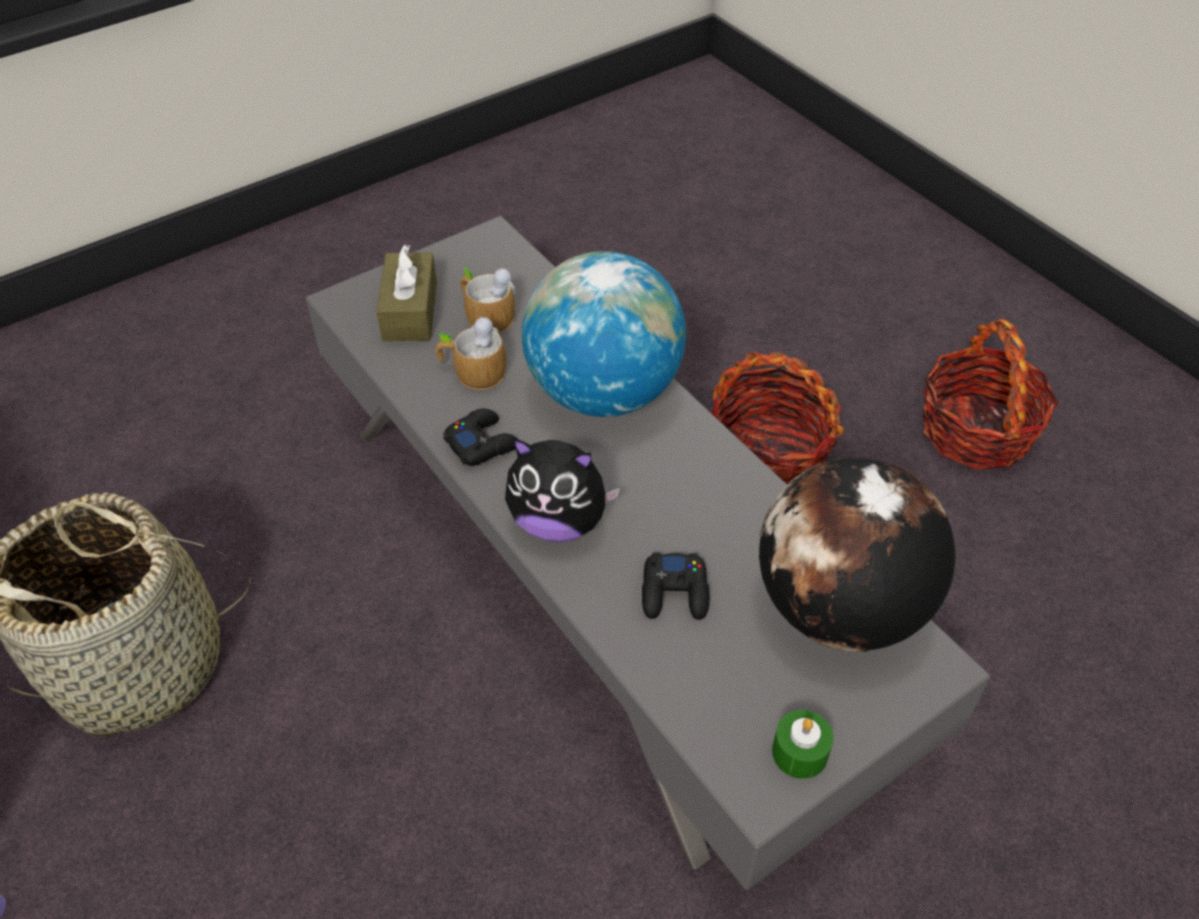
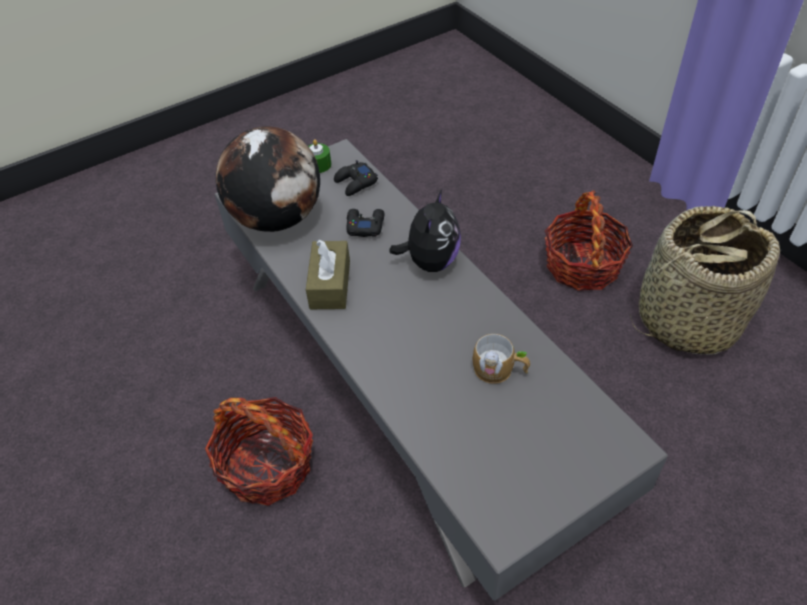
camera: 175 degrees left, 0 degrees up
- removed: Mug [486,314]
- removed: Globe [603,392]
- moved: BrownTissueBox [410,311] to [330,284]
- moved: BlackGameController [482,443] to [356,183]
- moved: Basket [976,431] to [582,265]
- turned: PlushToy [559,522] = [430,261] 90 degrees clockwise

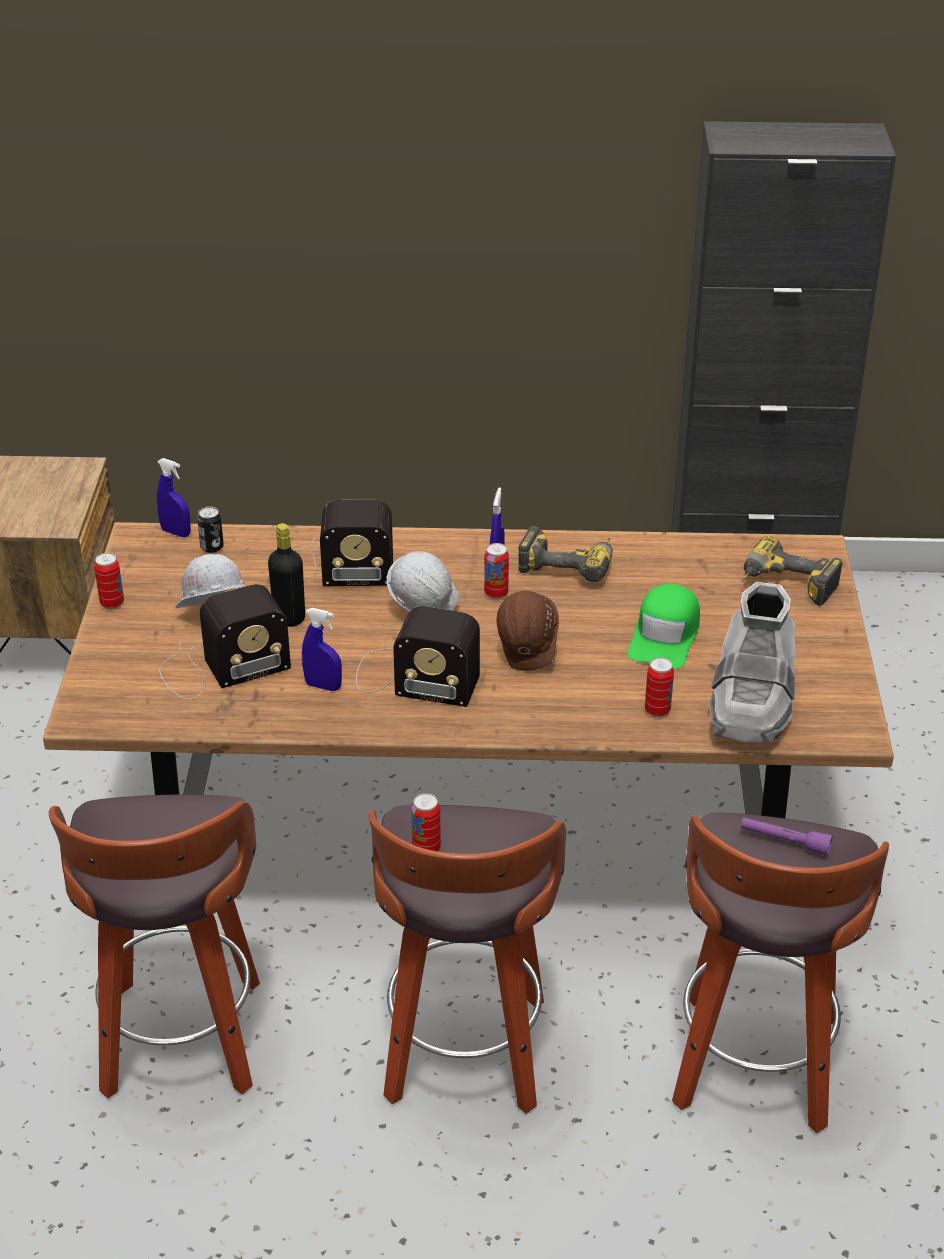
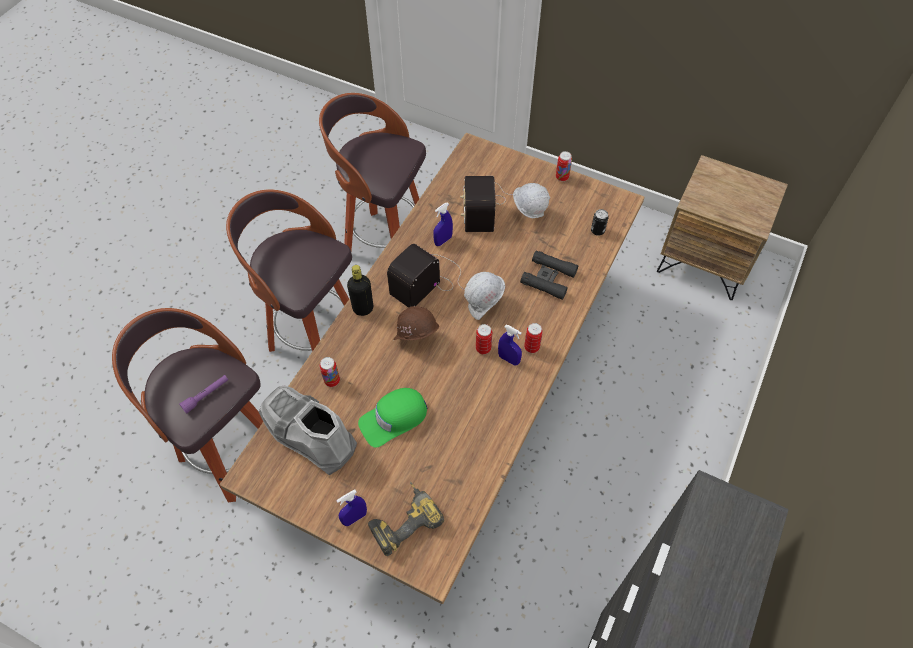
camera: 115 degrees right, 20 degrees up
- removed: PowerDrill [568,564]
- moved: BlueSprayBottle [176,532] to [354,518]
- moved: BlackBottle [289,618] to [363,308]
- moved: Can [426,848] to [531,347]
- replaced: Radio [332,569] to BlackBinoculars [548,278]
- turned: GreenCap [665,636] = [393,419] 75 degrees counterclockwise

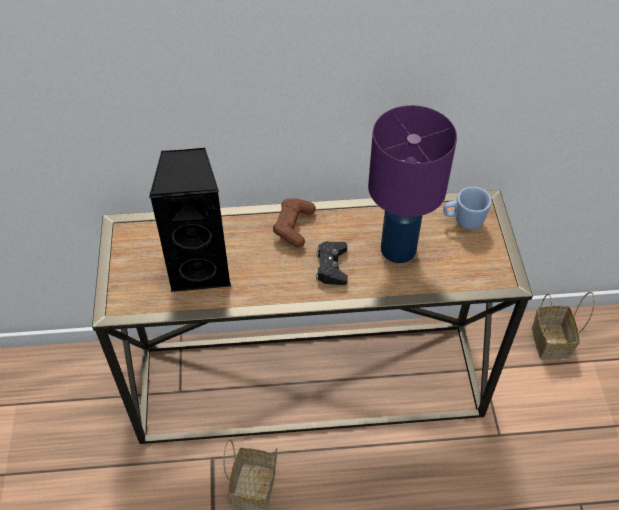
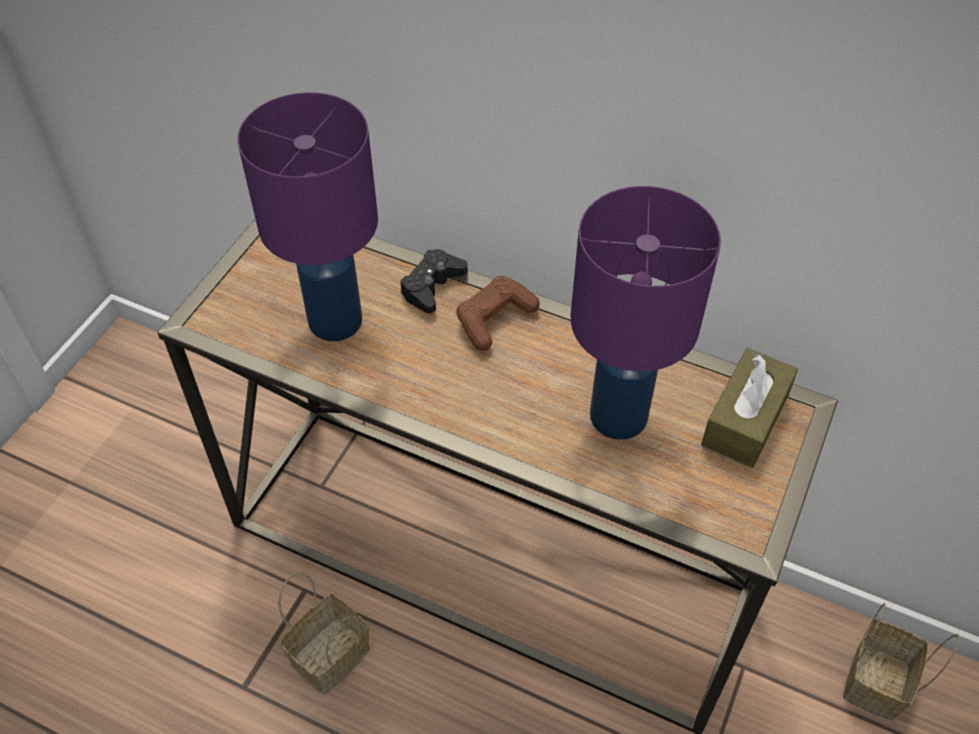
camera: 30 degrees right, 0 degrees up
- moved: BlackGameController [331,267] to [432,286]
- replaced: BlackSpeaker [201,268] to PurpleTableLamp [337,320]
- replaced: BlueMug [463,221] to BrownTissueBox [745,420]

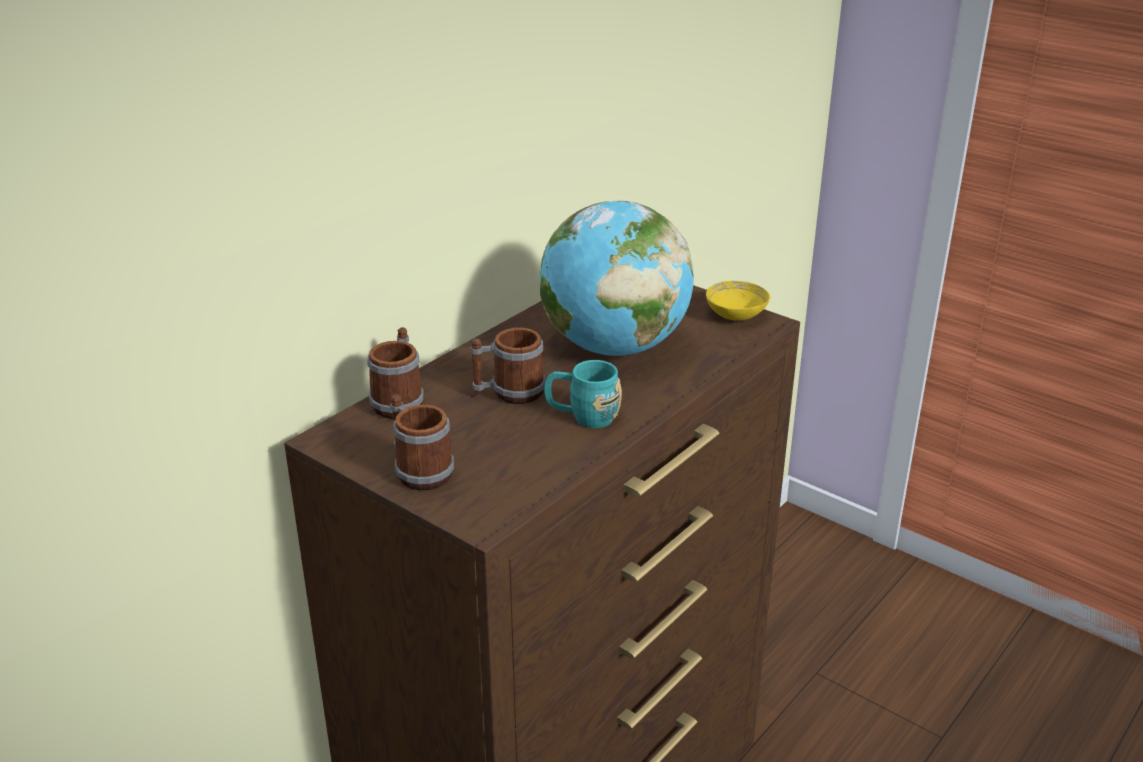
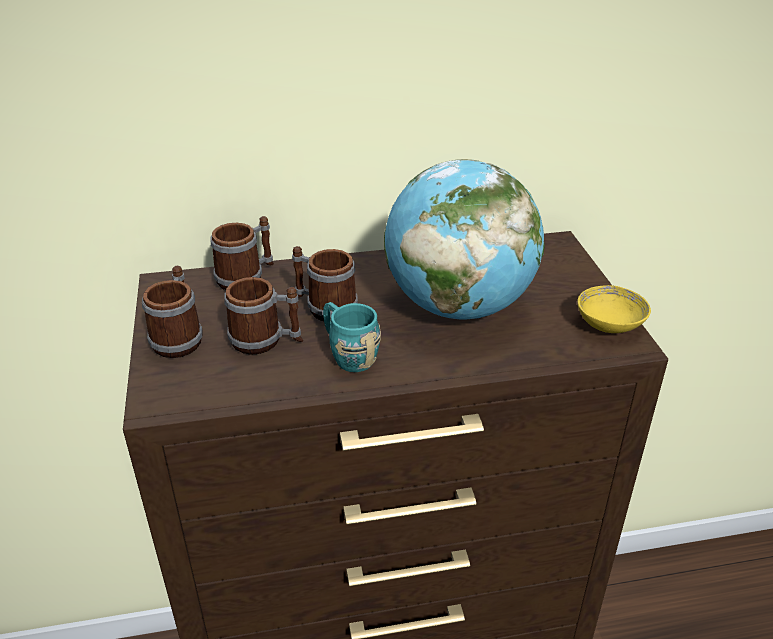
camera: 40 degrees right, 5 degrees up
- added: Mug [266,341]

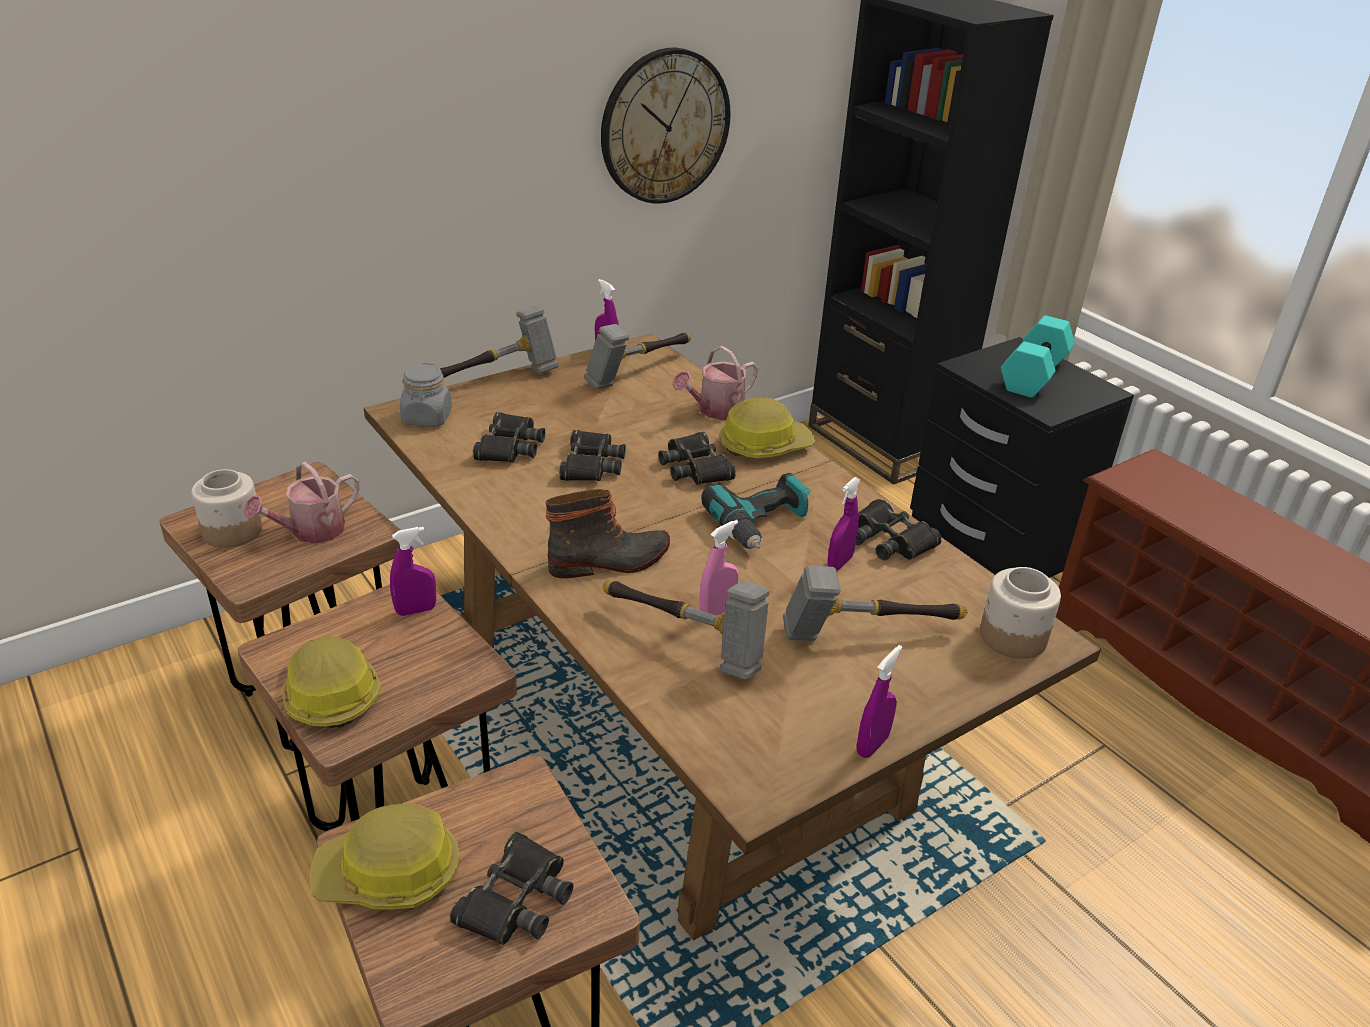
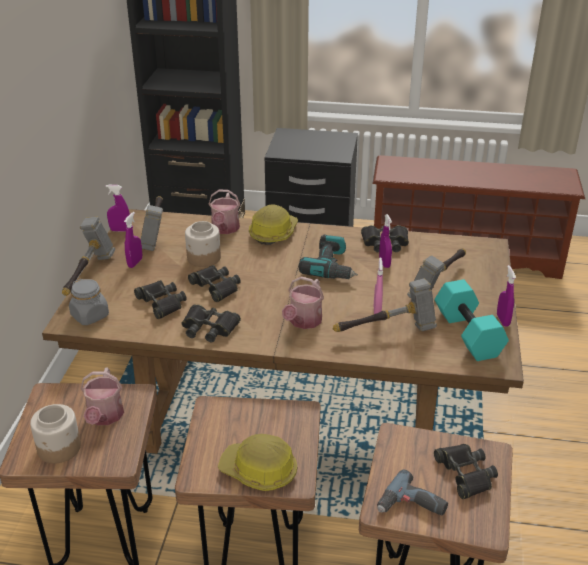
camera: 45 degrees left, 0 degrees up
- removed: WallClock [665,126]
- moved: PurpleSprayBottle [416,610] to [135,263]
- moved: BlackBinoculars [695,467] to [209,328]
- moved: Jar [1012,637] to [203,258]
- moved: TurquoiseDumbbell [1032,374] to [466,333]
- replaced: HardHat [389,875] to PowerDrill [412,507]
- replaced: Boot [610,562] to WateringCan [303,322]

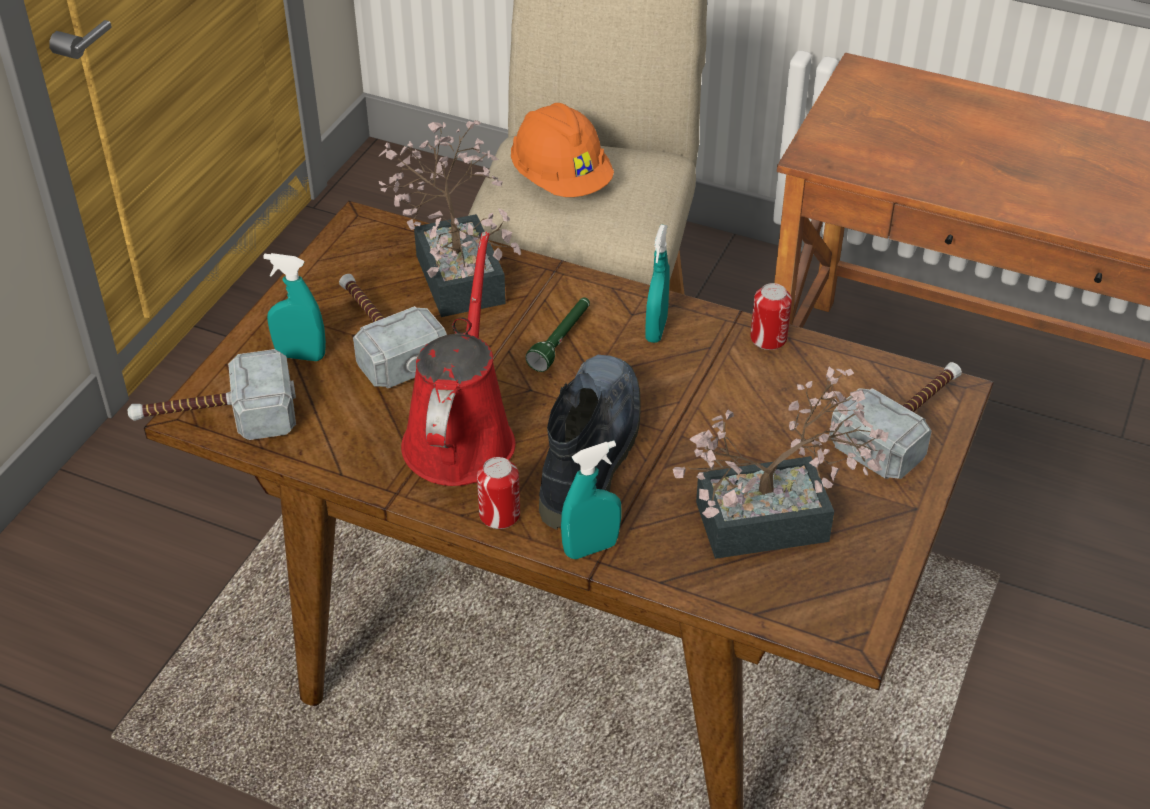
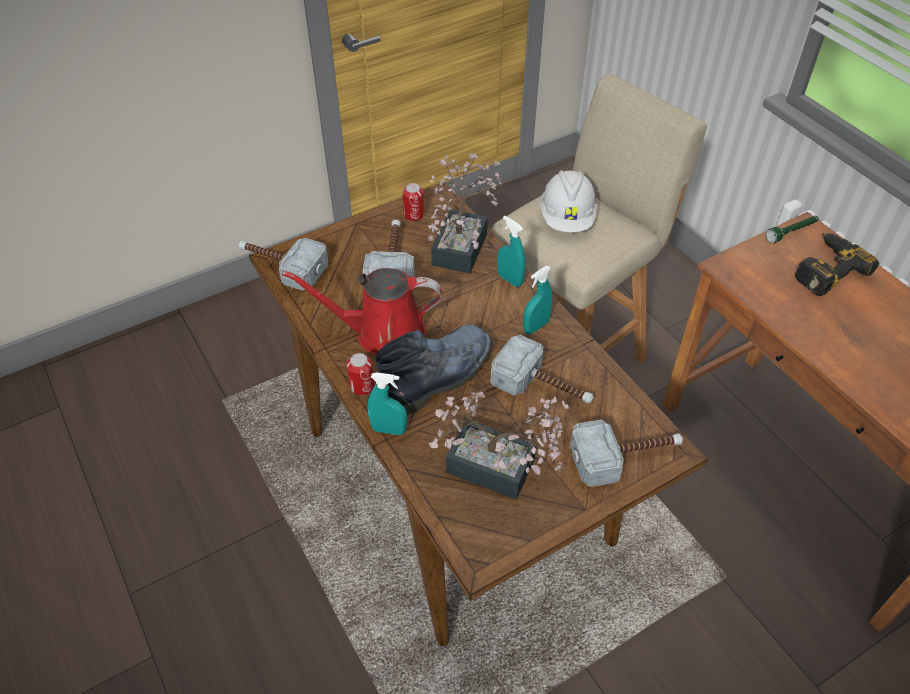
camera: 35 degrees right, 5 degrees up
- added: Hammer [543,387]
- added: PowerDrill [825,268]
- moved: TurquoiseSprayBottle [300,355] to [510,279]
- moved: GreenFlashlight [561,340] to [791,233]
- moved: Can [768,338] to [414,215]
- recoloured: OrangeHardHat [561,180] to WhiteHardHat [567,218]
- turned: RedWateringCan [461,435] = [383,334] 135 degrees counterclockwise

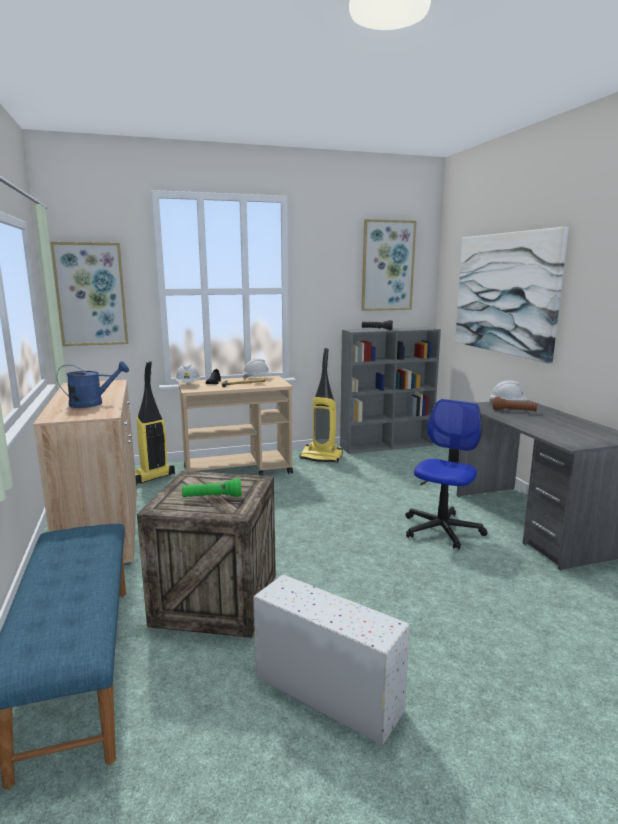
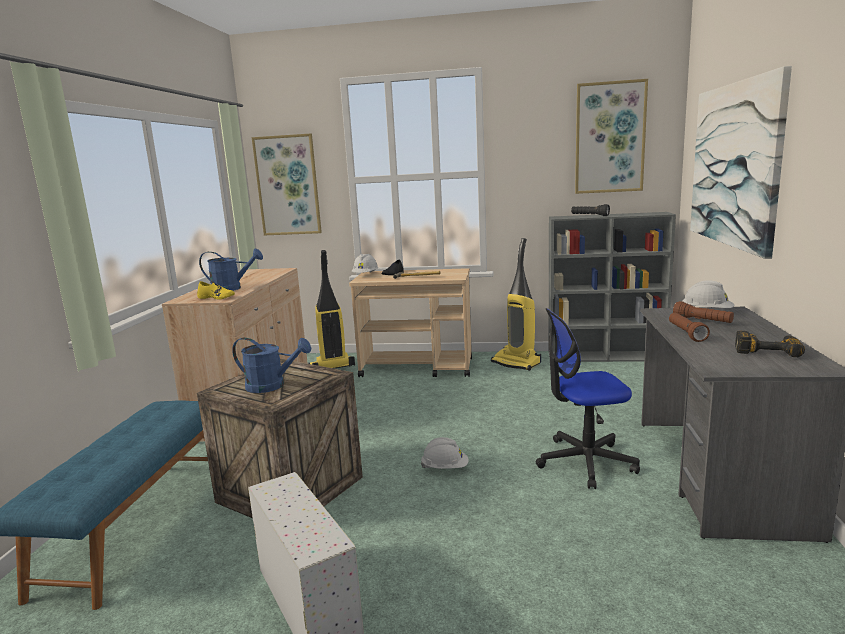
camera: 25 degrees right, 0 degrees up
- added: YellowShoe [217,297]
- added: BrownFlashlight [686,334]
- added: PowerDrill [767,350]
- moved: WhiteHardHat [257,378] to [445,468]
- replaced: GreenFlashlight [212,497] to BlueWateringCan [272,386]
- turned: OfficeChair [442,530] = [585,462] 150 degrees counterclockwise

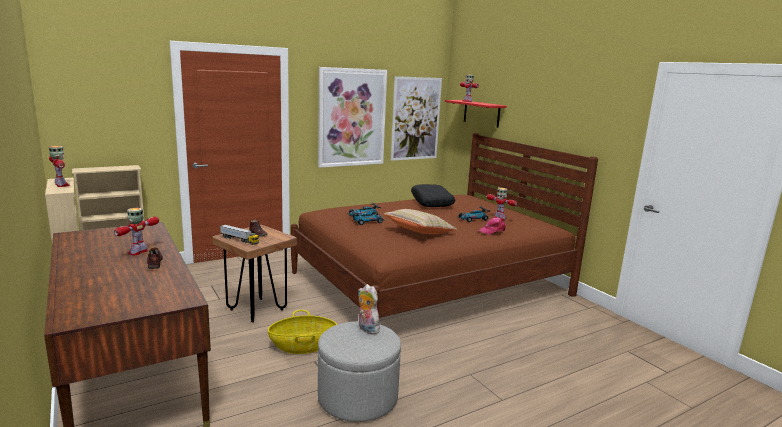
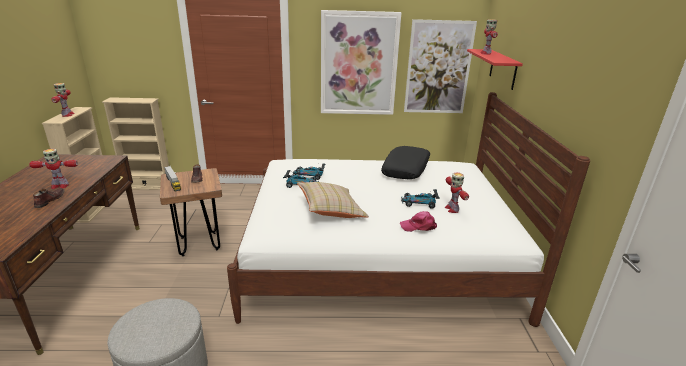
camera: 30 degrees right, 10 degrees up
- removed: Basket [303,346]
- removed: PlushToy [366,329]
- recoloured: BrownBed [430,284] to WhiteBed [377,257]
- turned: ToyRobot [138,252] = [59,186] 150 degrees counterclockwise

